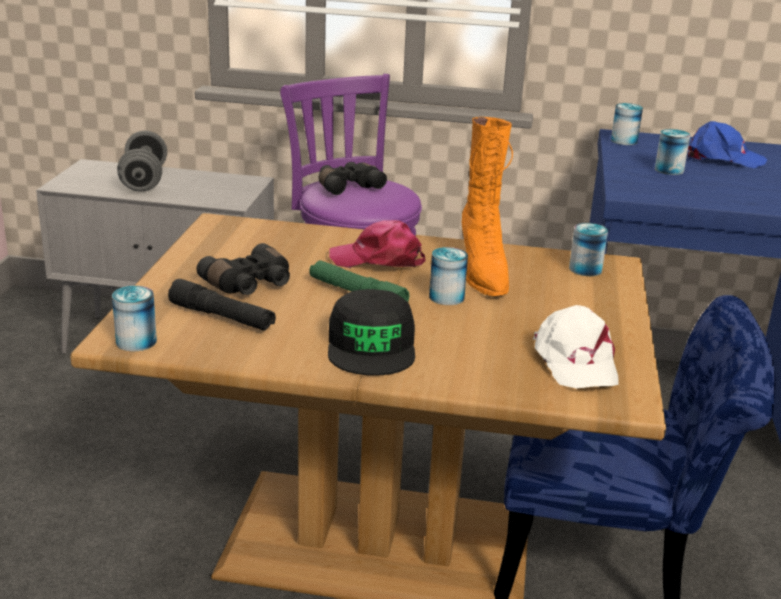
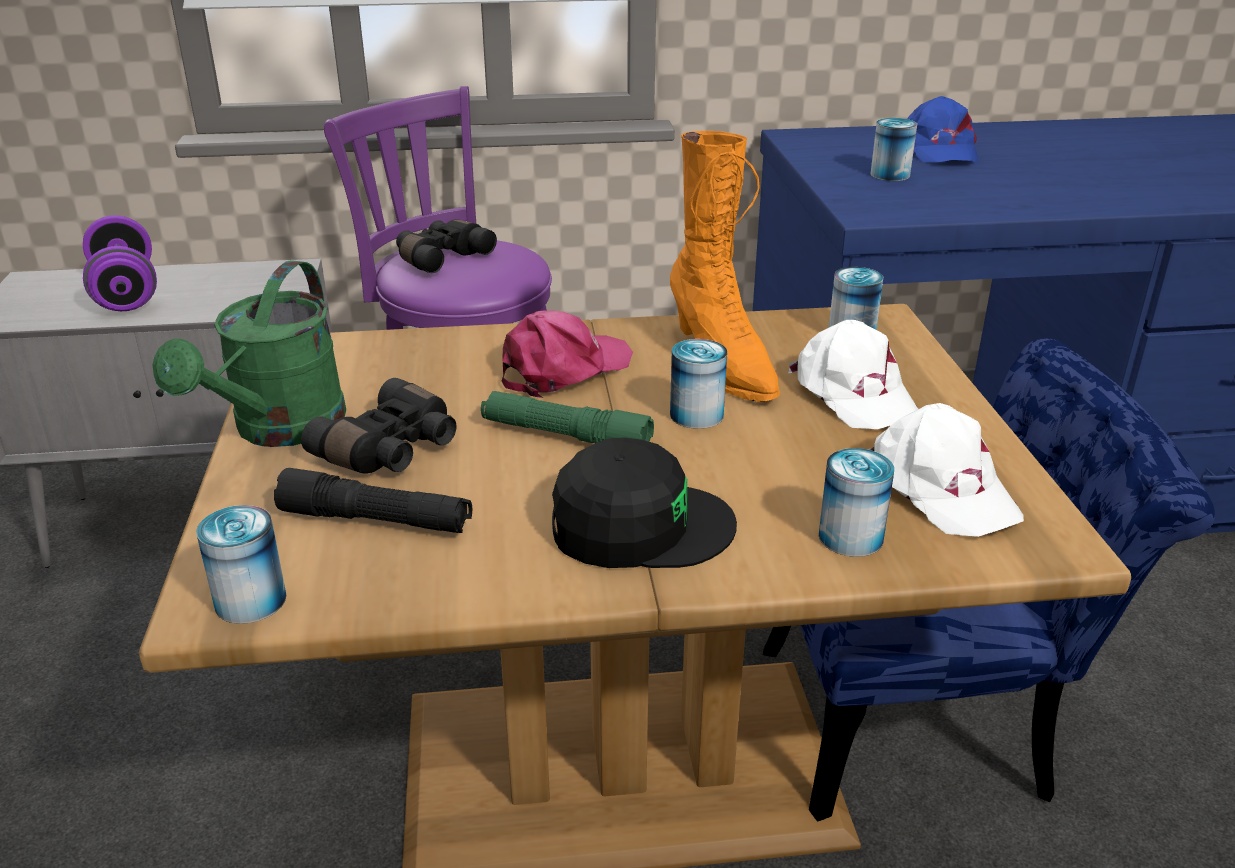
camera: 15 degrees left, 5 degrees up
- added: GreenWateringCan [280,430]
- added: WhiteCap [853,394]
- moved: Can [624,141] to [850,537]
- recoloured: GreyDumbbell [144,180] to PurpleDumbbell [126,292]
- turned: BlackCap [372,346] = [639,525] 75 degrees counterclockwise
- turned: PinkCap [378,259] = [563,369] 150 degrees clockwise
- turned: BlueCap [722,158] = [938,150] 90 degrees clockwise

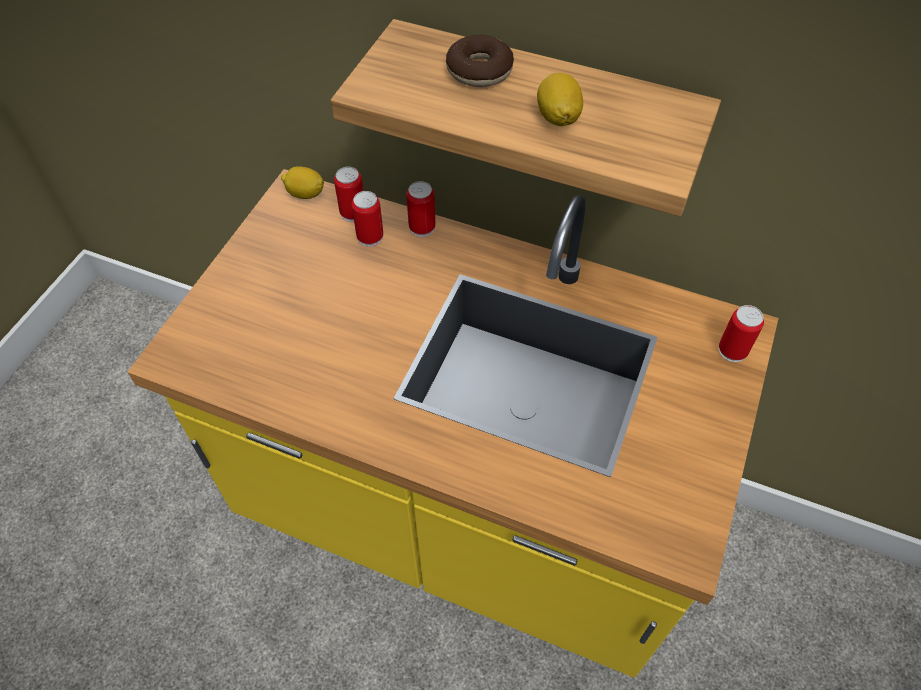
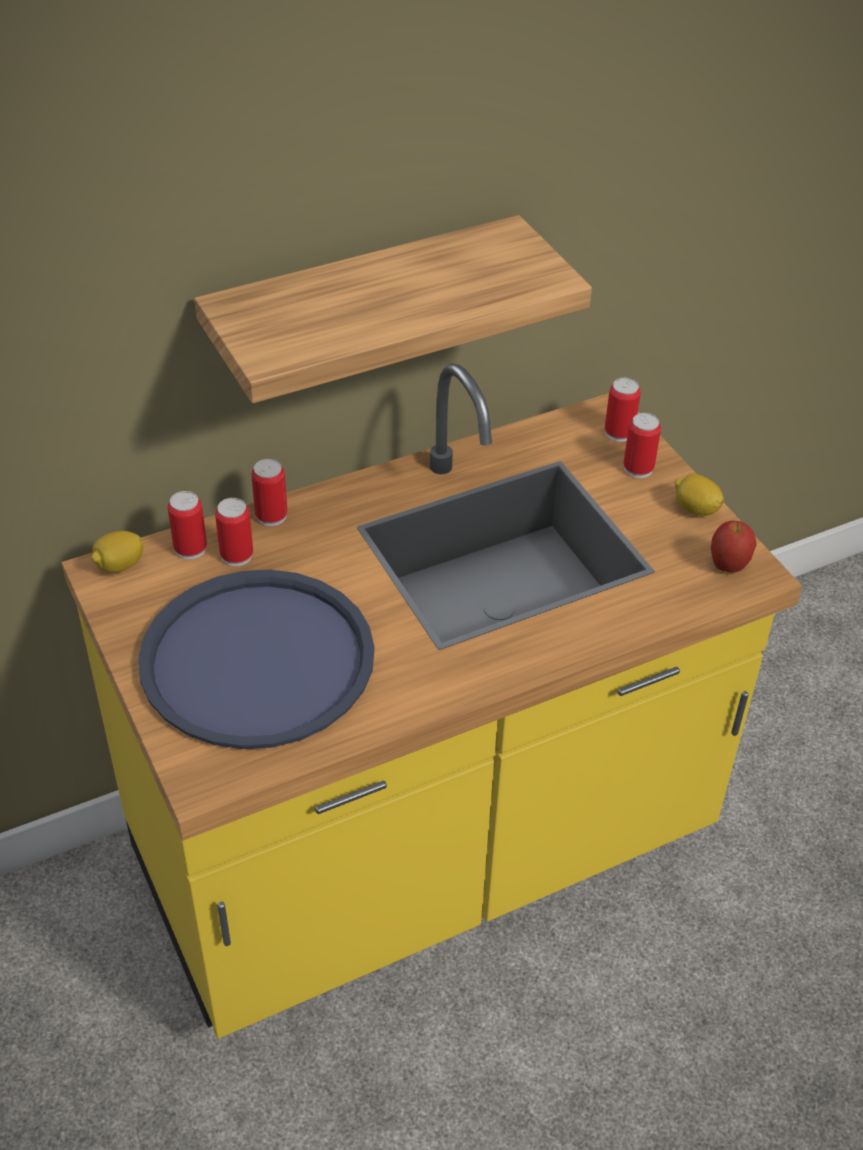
camera: 50 degrees left, 10 degrees down
- removed: Donut [479,71]
- added: BlueTray [258,660]
- added: Can [638,468]
- added: Apple [728,567]
- moved: Lemon [557,117] to [695,509]

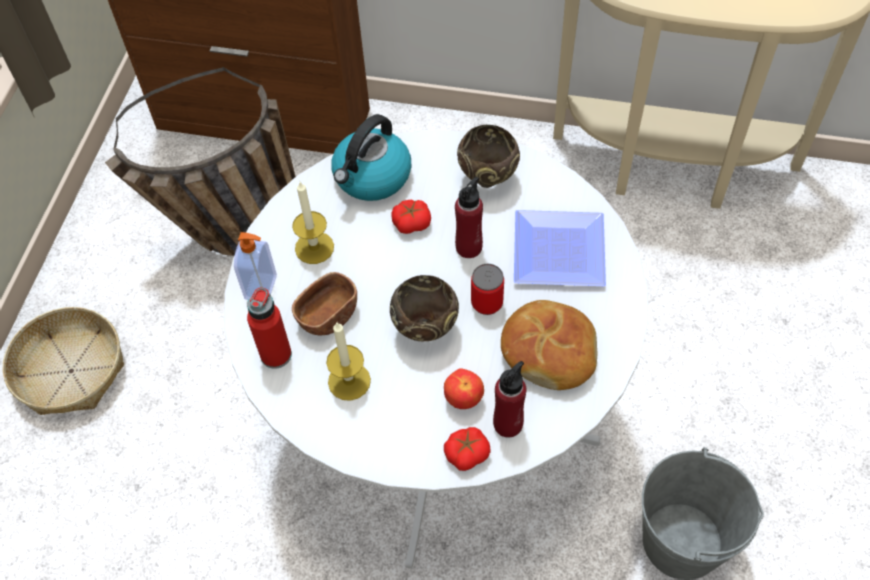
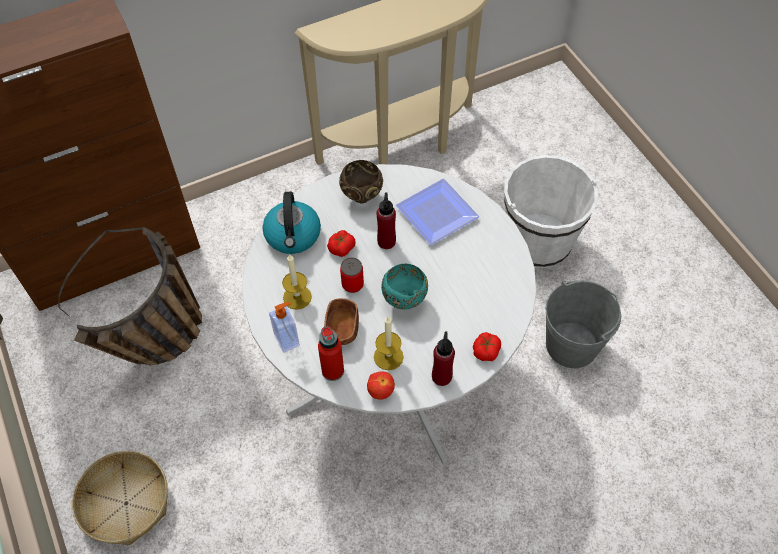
camera: 40 degrees left, 0 degrees up
- removed: Bread [549,351]
- added: WhiteBucket [538,242]
- moved: Apple [464,399] to [381,392]
- moved: Can [487,302] to [352,284]
- moved: RedBottle [508,424] to [441,376]
- recoloured: BrownBowl [426,329] to TurquoiseBowl [404,300]

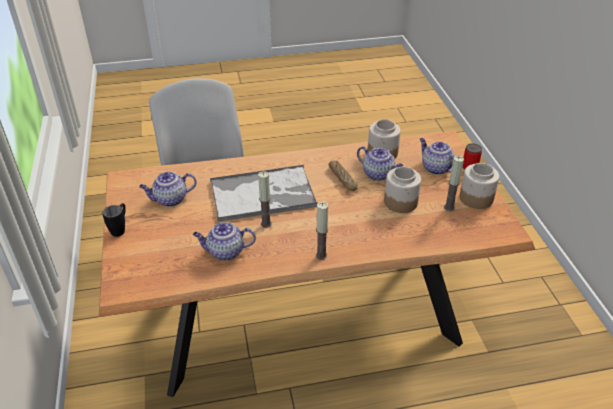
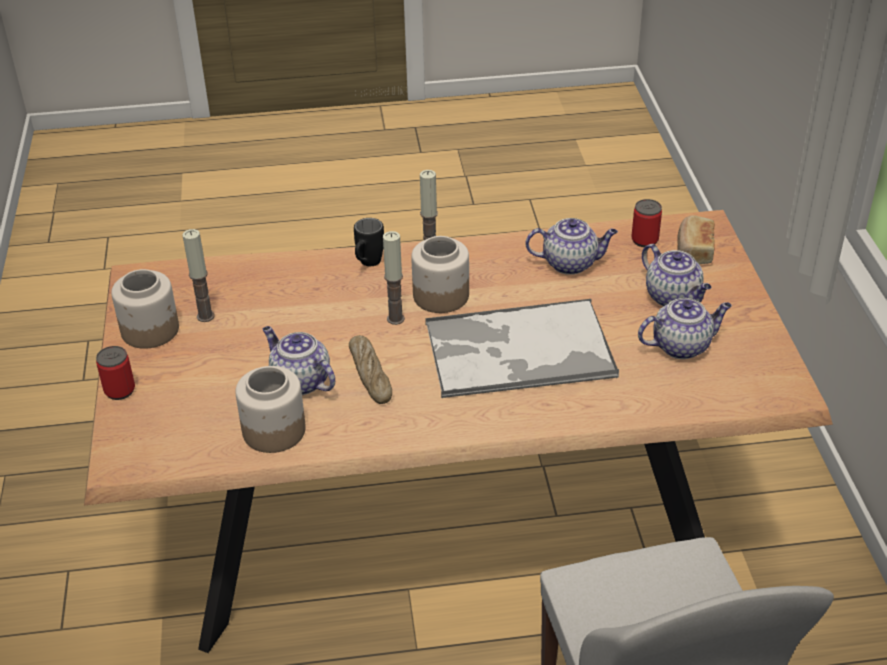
camera: 175 degrees left, 0 degrees up
- added: Can [644,240]
- added: Bread [694,250]
- moved: BlackMug [120,229] to [367,264]
- moved: Candle [266,224] to [395,319]
- moved: Jar [401,202] to [440,296]
- moved: Teapot [435,168] to [673,297]

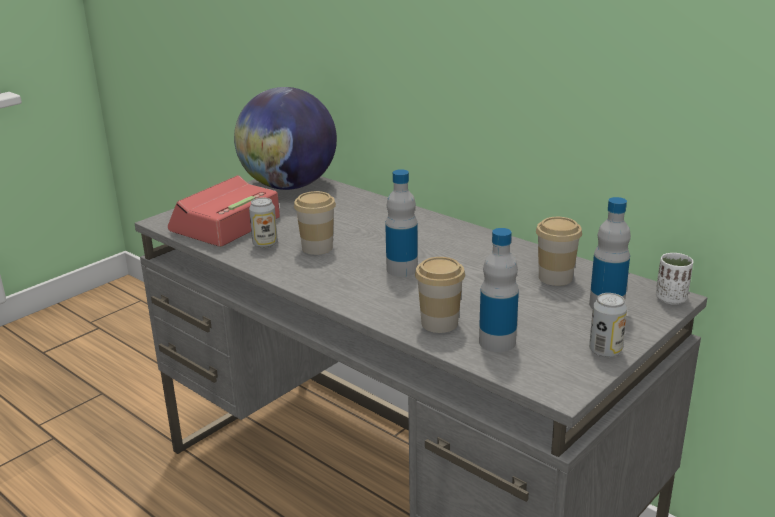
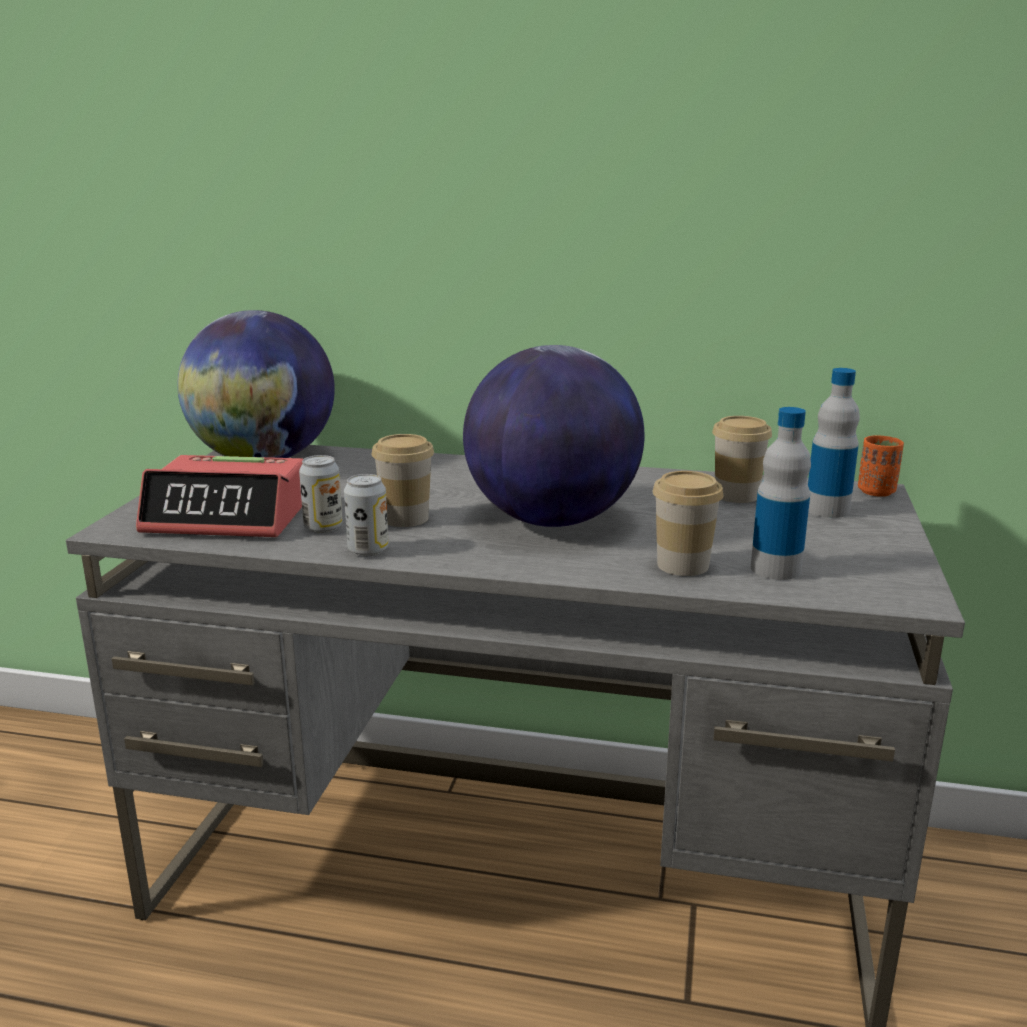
camera: 30 degrees left, 5 degrees down
- moved: Can [605,351] to [368,550]
- replaced: Bottle [402,269] to Globe [551,520]
- recoloured: WhiteCup [671,299] to OrangeCup [876,492]
- turned: AlarmClock [225,225] = [229,517] 90 degrees counterclockwise

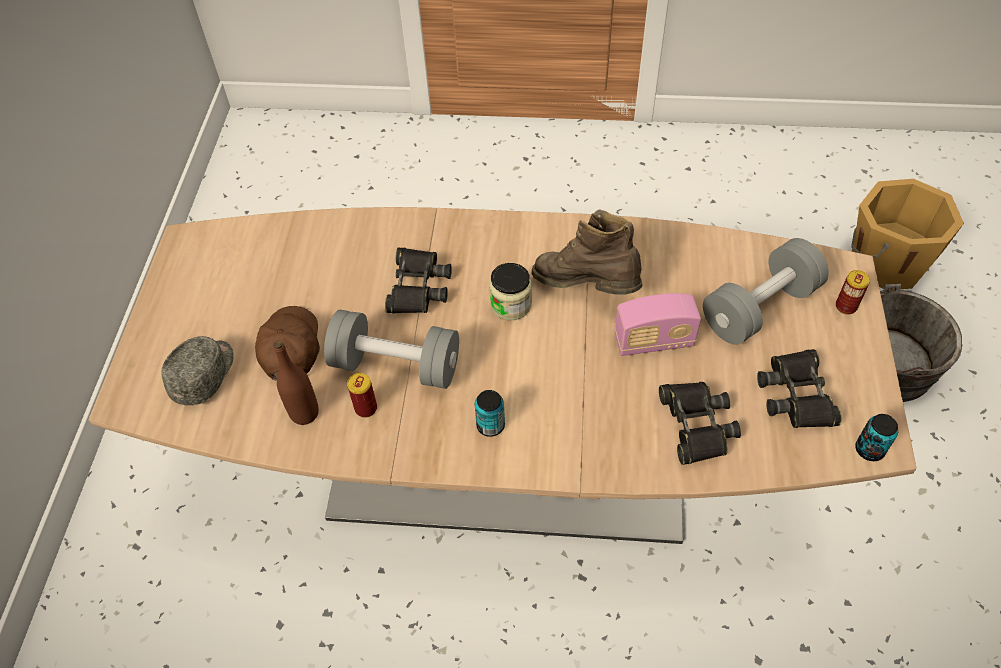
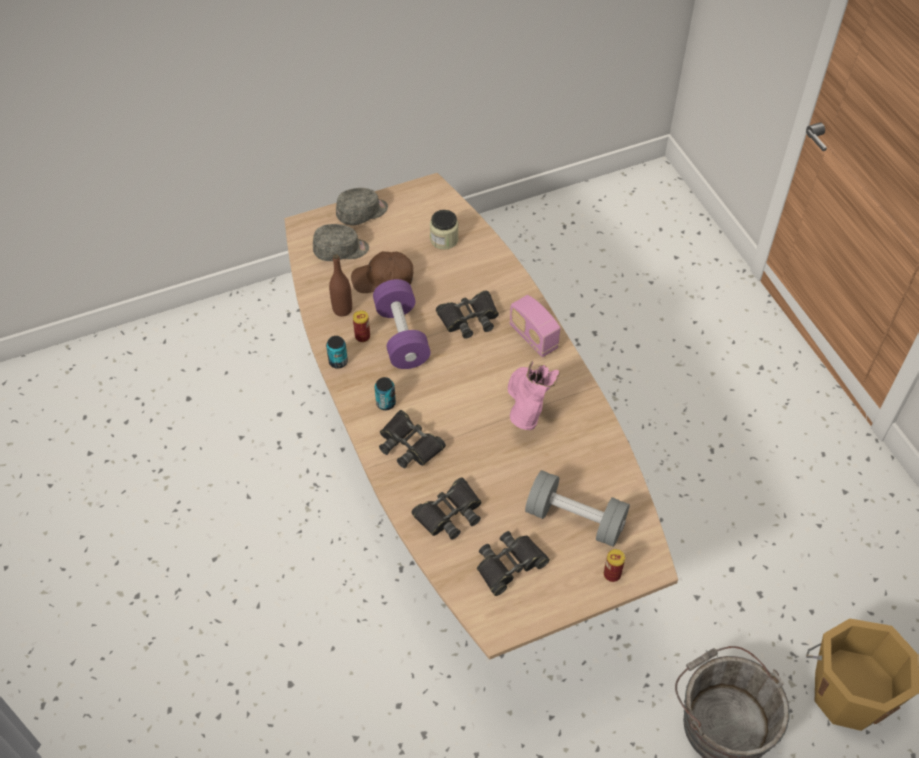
camera: 60 degrees right, 0 degrees up
- added: GreyCap [362,213]
- added: BlackBinoculars [409,444]
- moved: Jar [511,305] to [444,239]
- moved: Radio [653,341] to [533,337]
- moved: Can [869,449] to [338,362]
- recoloured: GreyDumbbell [396,365] to PurpleDumbbell [402,336]
- recoloured: BrownBoot [586,288] to PinkBoot [527,410]
- turned: BrownCap [290,347] = [383,279] 150 degrees counterclockwise

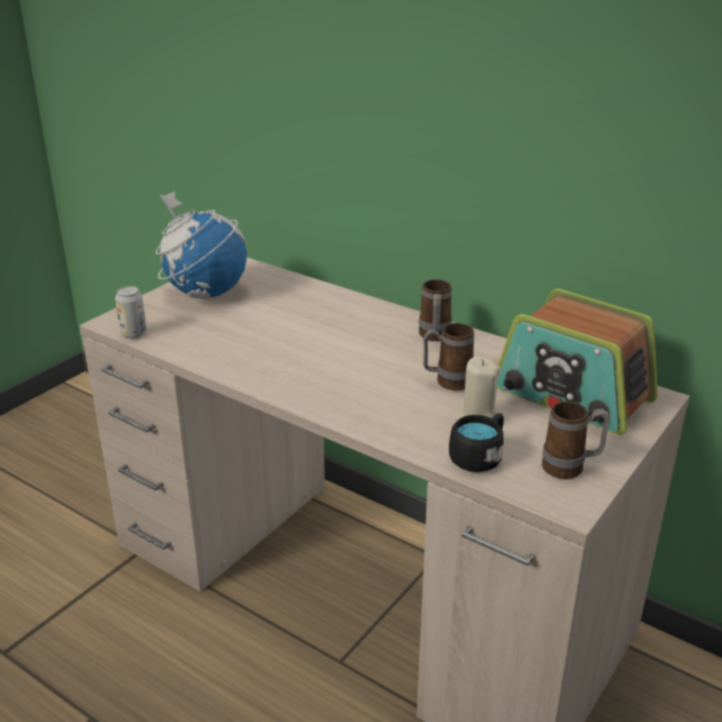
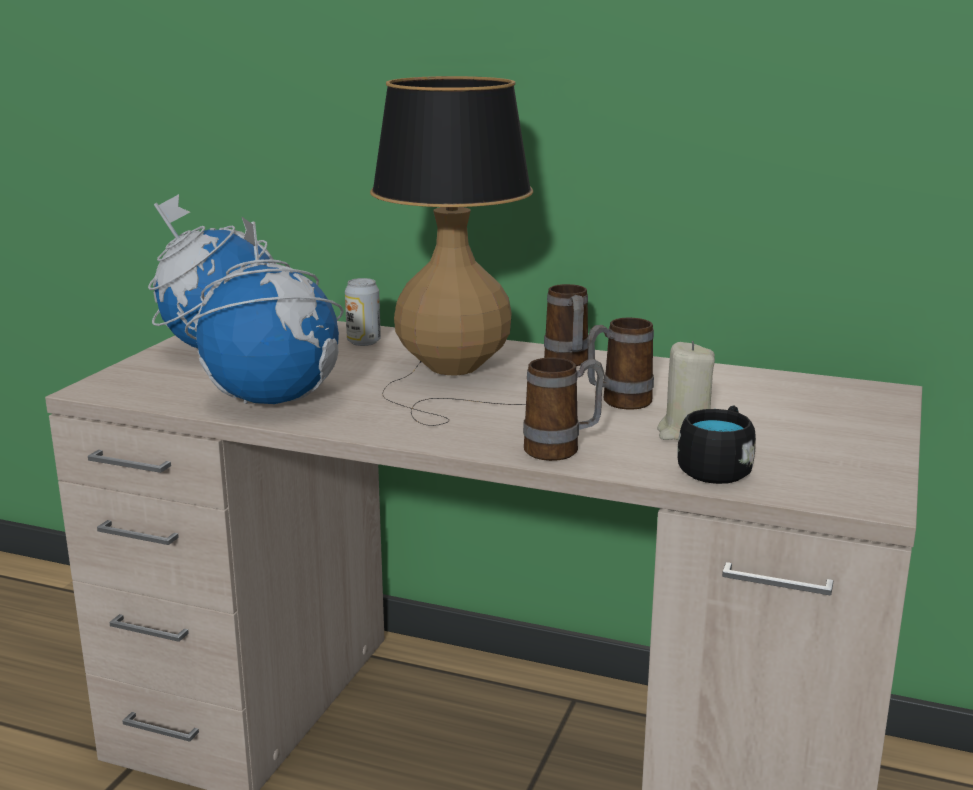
camera: 15 degrees left, 10 degrees down
- removed: Radio [572,395]
- added: Globe [273,399]
- added: TableLamp [453,376]
- moved: Can [133,333] to [363,342]
- moved: Mug [571,468] to [562,450]

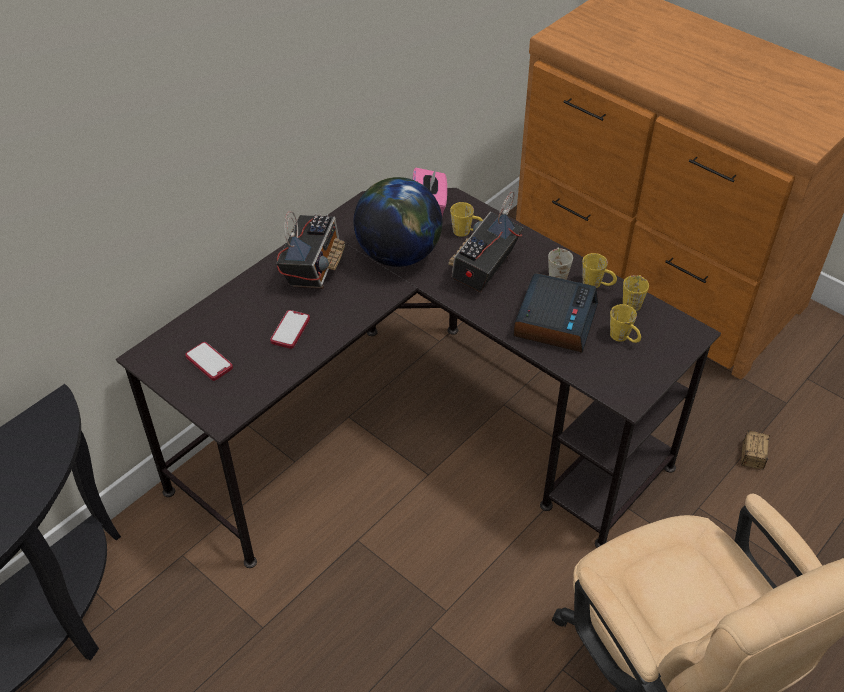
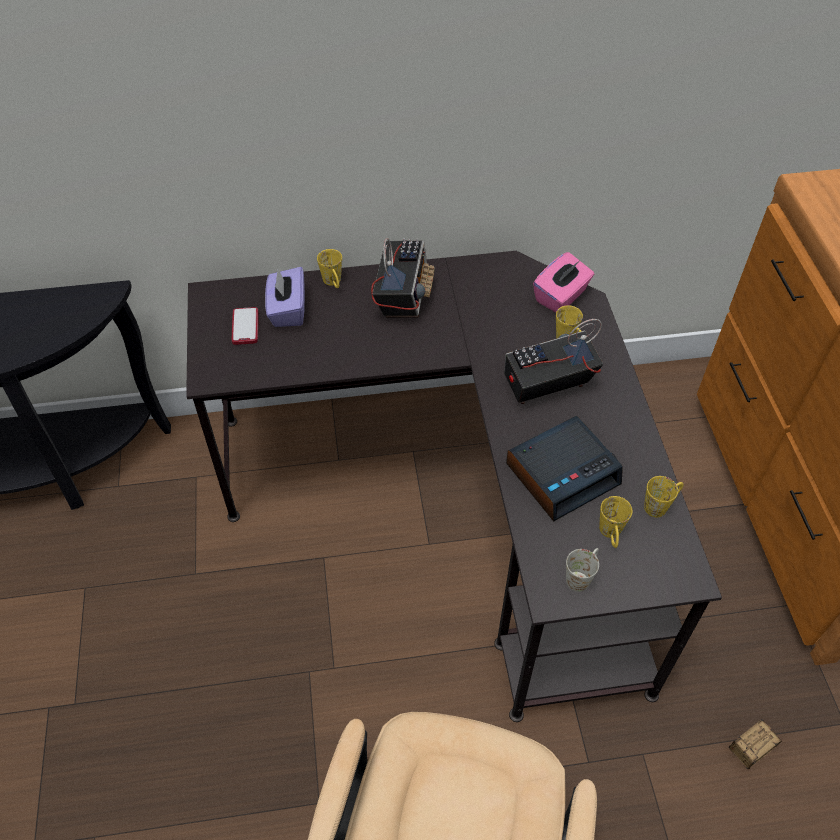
camera: 40 degrees right, 5 degrees up
- removed: Phone [290,330]
- removed: Globe [398,254]
- added: PurpleTissueBox [287,310]
- moved: WhiteMug [556,274] to [581,575]
- moved: YellowMug [597,285] to [334,283]
- turned: Radio [313,268] = [403,296] 45 degrees counterclockwise

